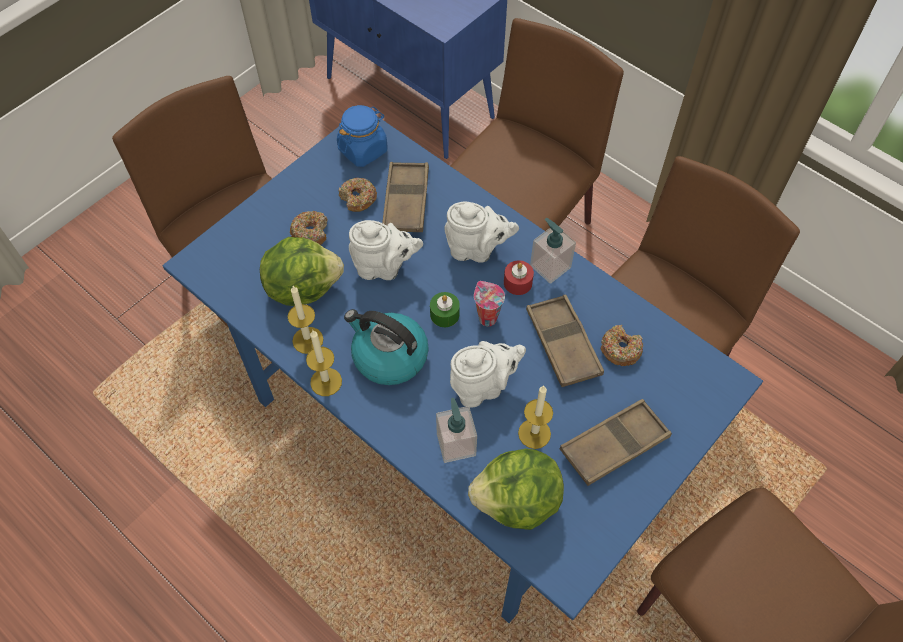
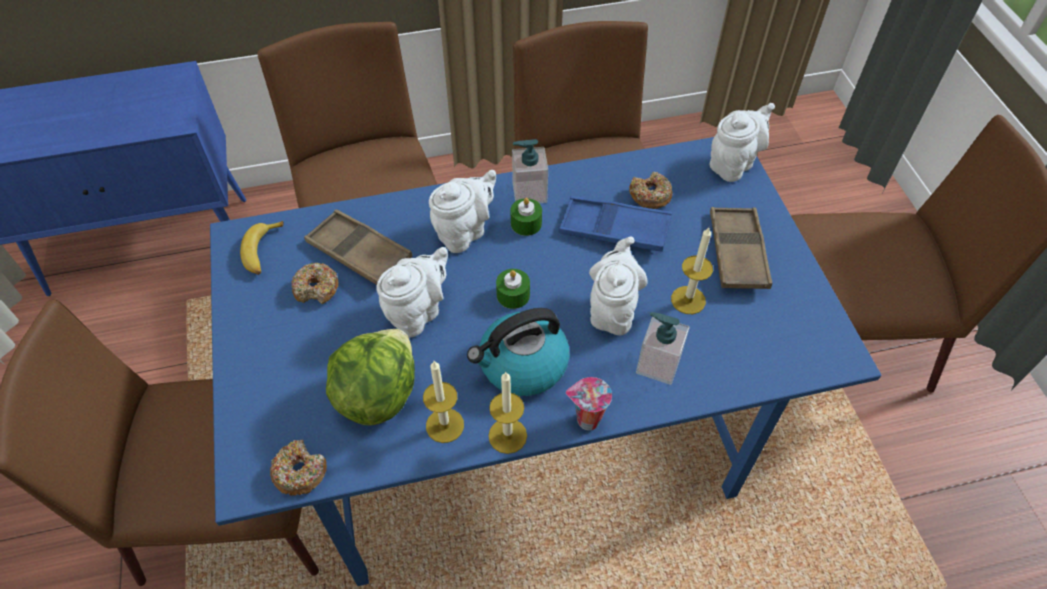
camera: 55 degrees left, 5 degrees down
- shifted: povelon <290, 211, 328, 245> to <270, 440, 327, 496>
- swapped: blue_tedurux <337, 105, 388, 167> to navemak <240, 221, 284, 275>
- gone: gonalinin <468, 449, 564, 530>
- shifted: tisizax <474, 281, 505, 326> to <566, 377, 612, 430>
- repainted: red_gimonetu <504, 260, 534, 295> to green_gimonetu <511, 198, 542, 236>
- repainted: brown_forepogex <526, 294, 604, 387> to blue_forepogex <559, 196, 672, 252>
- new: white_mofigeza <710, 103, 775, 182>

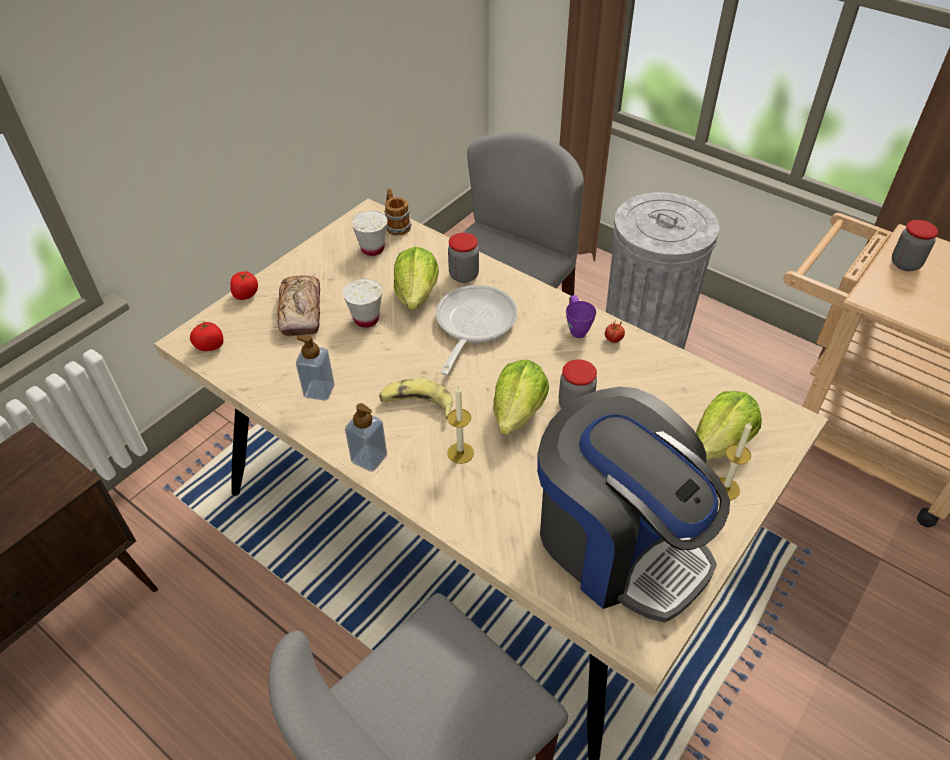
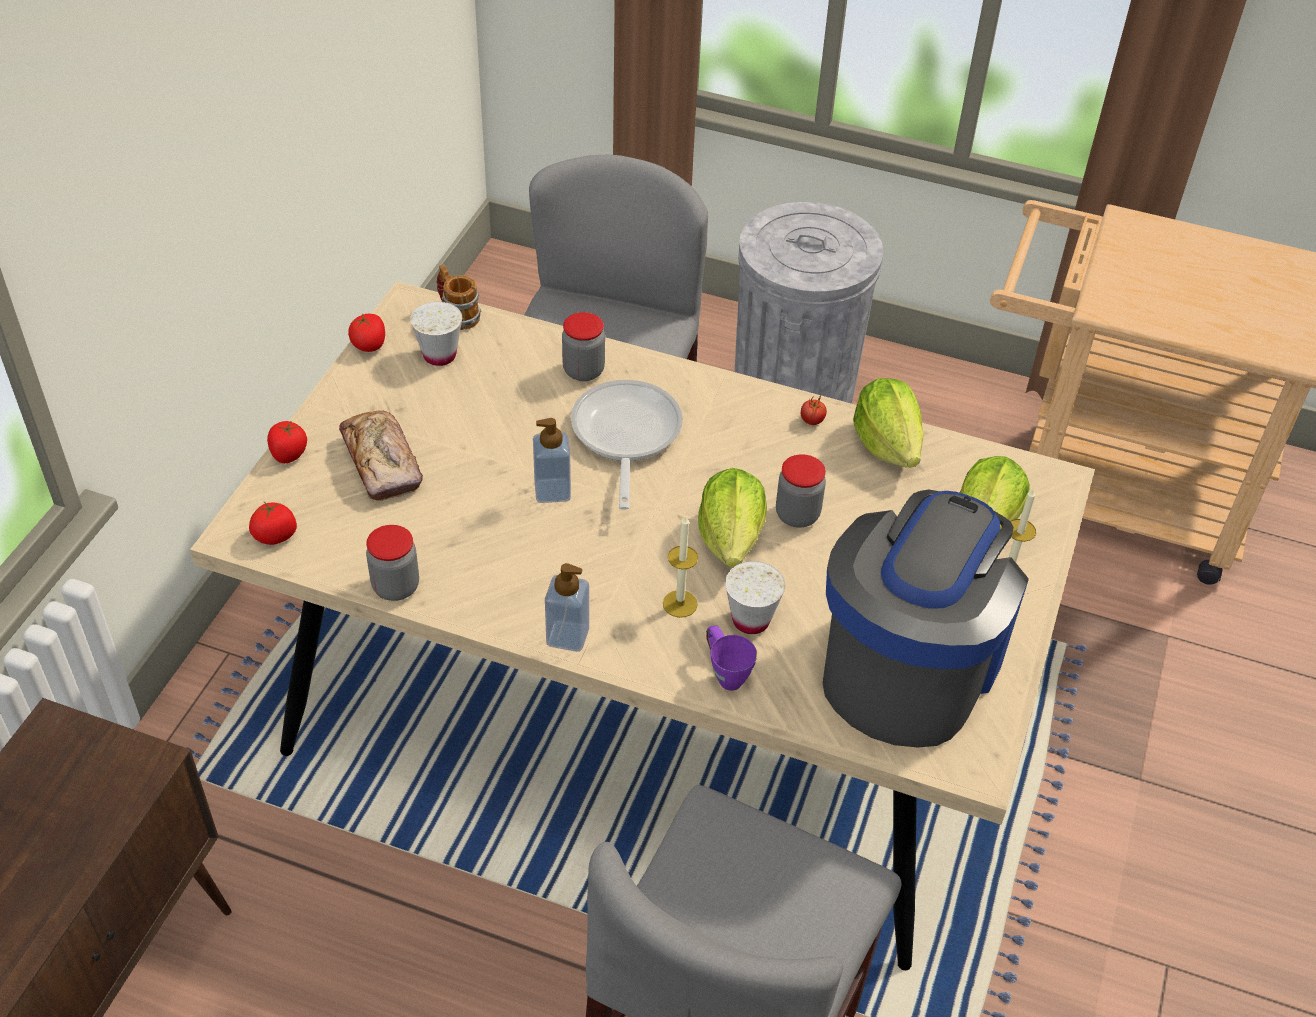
camera: 20 degrees left, 0 degrees up
- shifted: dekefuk <296, 335, 335, 401> to <533, 418, 571, 503>
- shifted: white_tisizax <343, 279, 382, 328> to <725, 561, 785, 634>
- gone: navemak <379, 378, 453, 419>
- shifted: gonalinin <394, 247, 439, 309> to <853, 378, 924, 468>
- rotated: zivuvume <537, 386, 730, 622> = <823, 490, 1029, 747> 90 degrees counterclockwise
- shifted: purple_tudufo <566, 295, 596, 338> to <706, 626, 757, 691>
- shifted: tedurux <892, 220, 938, 271> to <366, 525, 419, 601>
- new: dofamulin <348, 314, 385, 352>

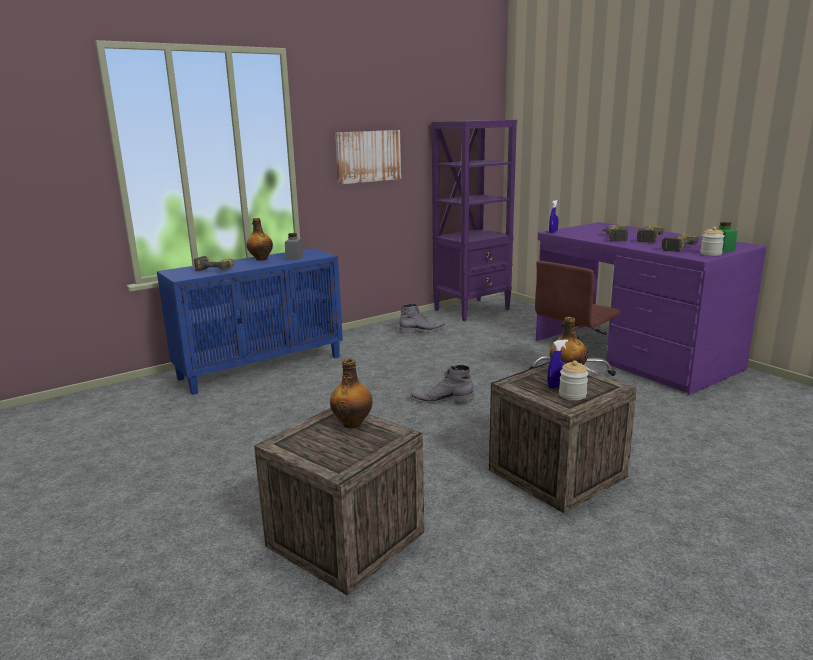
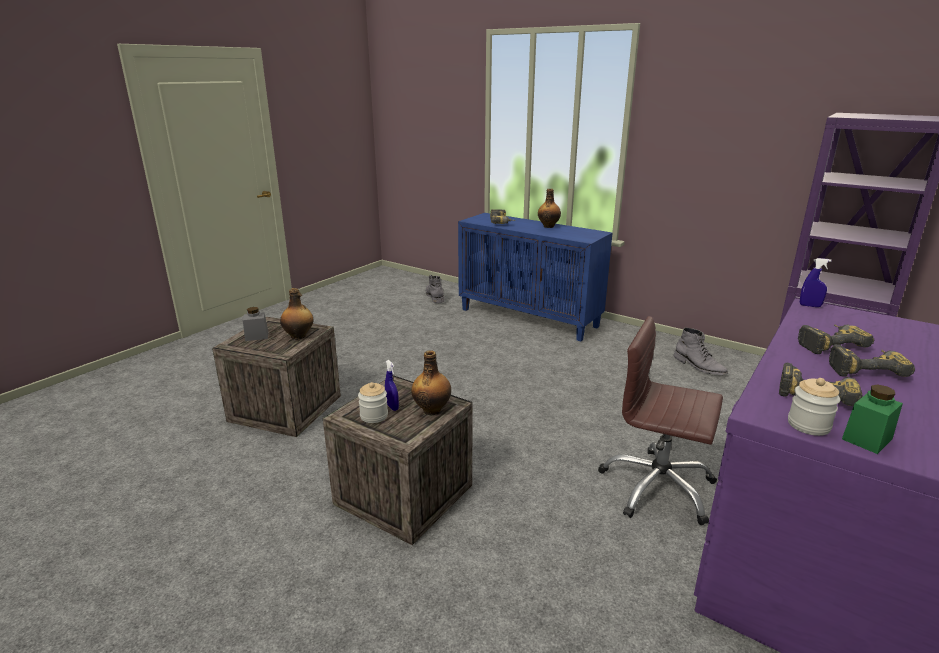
camera: 70 degrees right, 5 degrees up
- shifted: grey_tedurux <285, 233, 303, 260> to <243, 307, 269, 341>
- gone: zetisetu <335, 130, 401, 184>
- shifted: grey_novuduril <410, 365, 474, 404> to <426, 275, 445, 303>

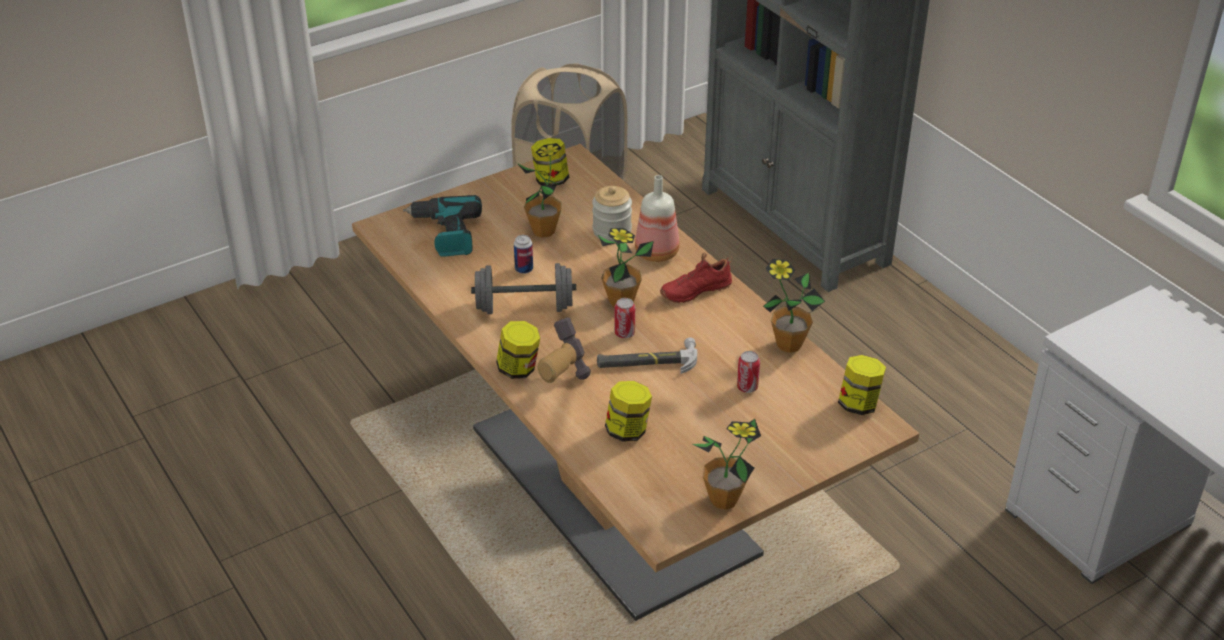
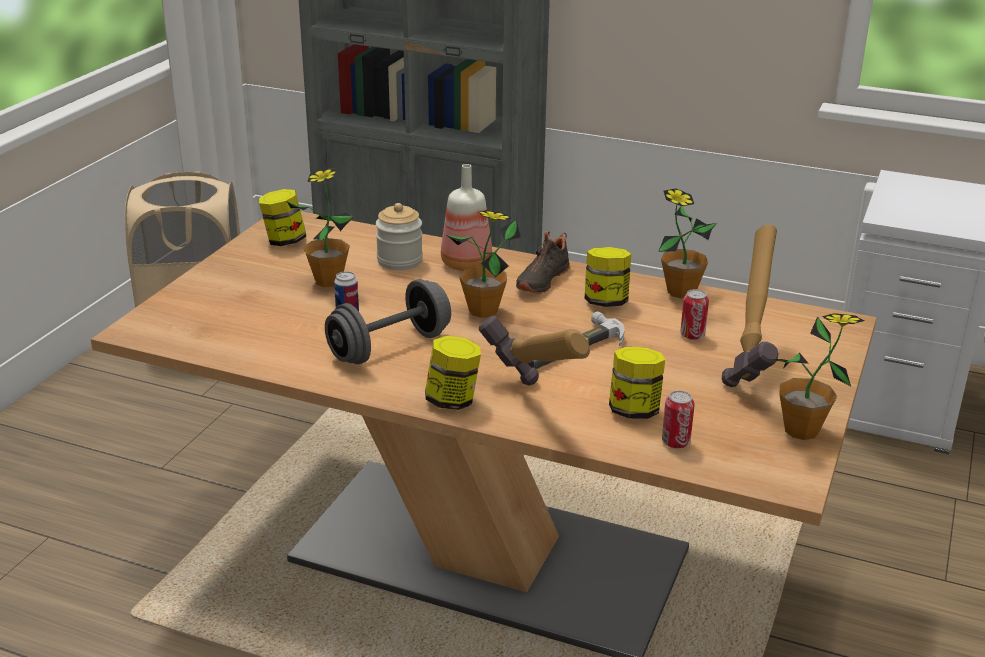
camera: 35 degrees left, 10 degrees down
- gone: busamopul <403, 195, 482, 257>
- shifted: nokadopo <615, 298, 635, 338> to <662, 390, 695, 449>
- repainted: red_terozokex <660, 252, 733, 303> to black_terozokex <516, 231, 570, 294>
- shifted: tedurux <838, 355, 886, 415> to <585, 247, 631, 307>
- new: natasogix <722, 224, 779, 387>

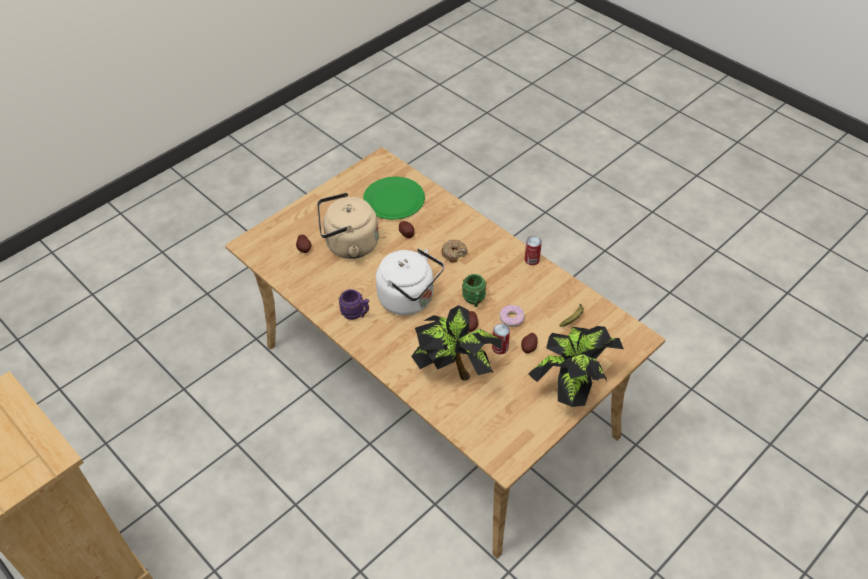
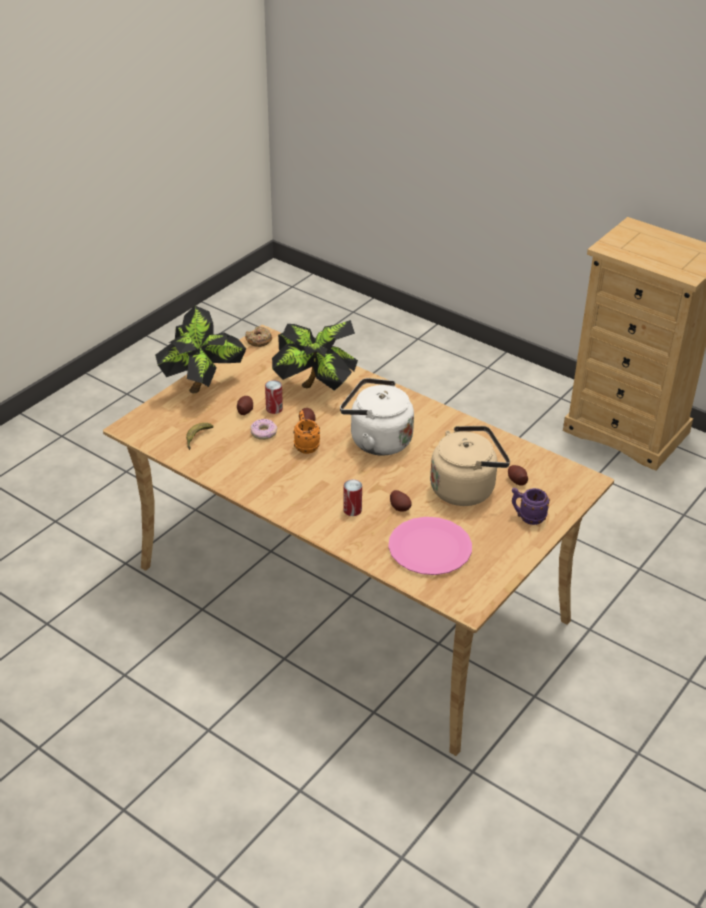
camera: 170 degrees right, 10 degrees down
- shifted: purple_tudufo <339, 289, 369, 320> to <512, 488, 550, 525>
- repainted: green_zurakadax <363, 177, 425, 220> to pink_zurakadax <388, 517, 472, 575>
- shifted: povelon <441, 240, 467, 263> to <245, 326, 272, 347>
- repainted: green_tudufo <462, 274, 486, 307> to orange_tudufo <293, 411, 320, 454>
- shifted: nokadopo <525, 236, 542, 265> to <343, 479, 362, 516>

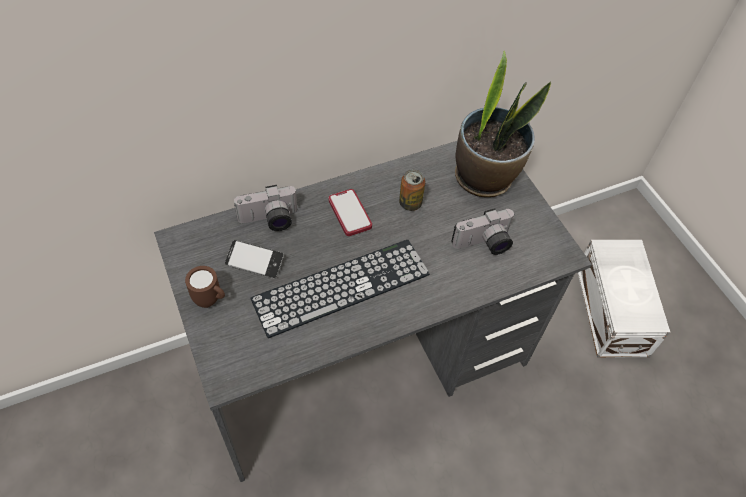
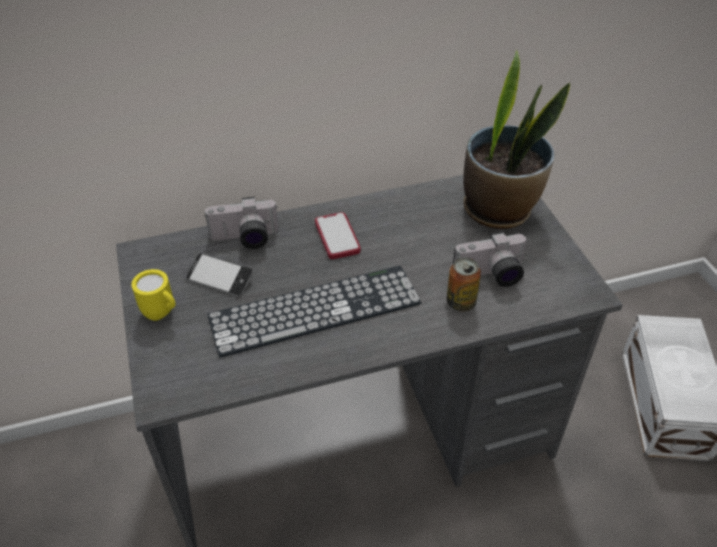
camera: 10 degrees right, 10 degrees down
- repainted: brown_tudufo <185, 266, 225, 308> to yellow_tudufo <131, 269, 176, 321>
- shifted: nokadopo <399, 170, 425, 211> to <447, 257, 481, 312>

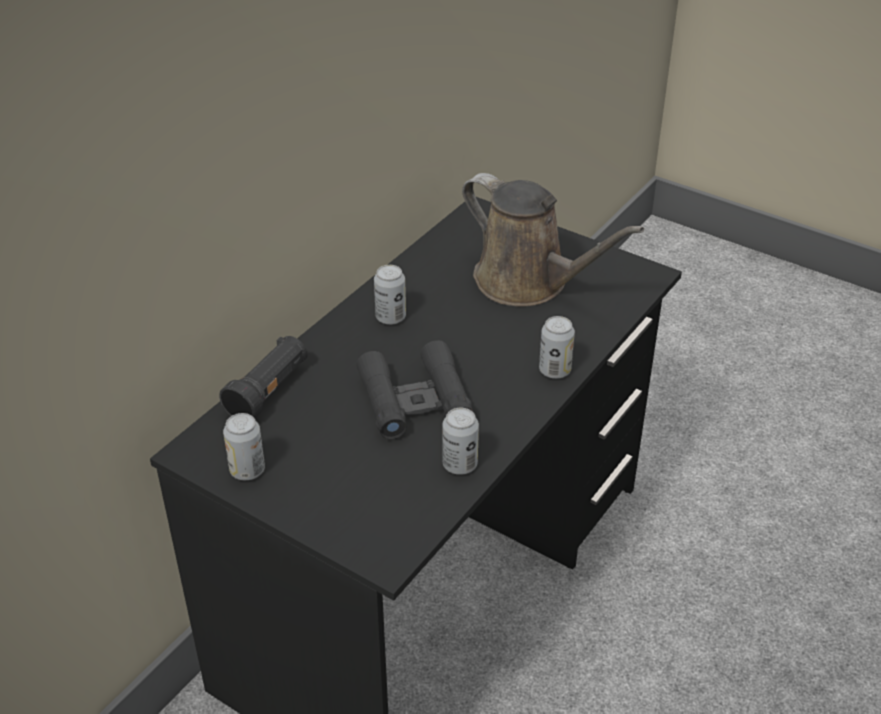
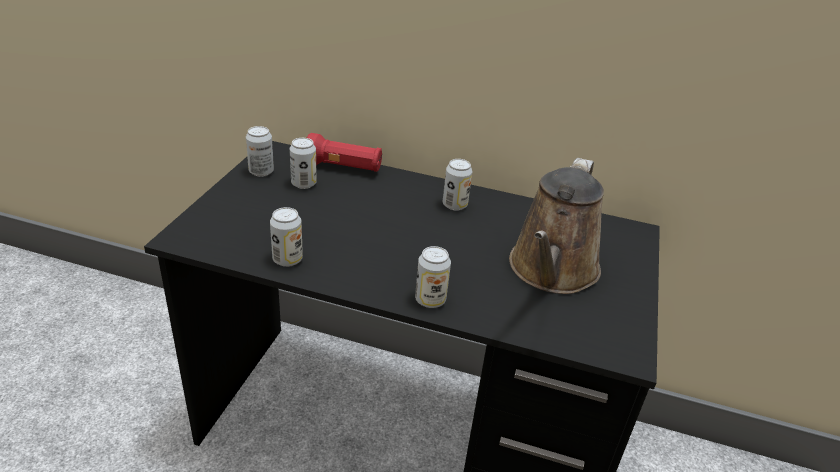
camera: 70 degrees right, 5 degrees down
- repainted: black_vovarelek <219, 336, 308, 418> to red_vovarelek <307, 133, 382, 172>
- gone: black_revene <357, 340, 474, 439>
- new: nokadopo <290, 138, 317, 189>

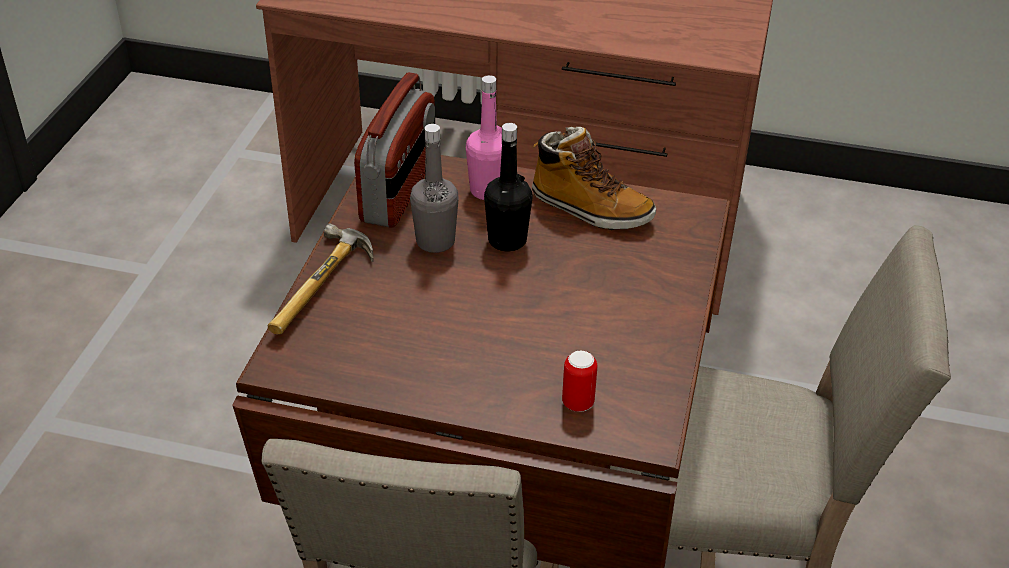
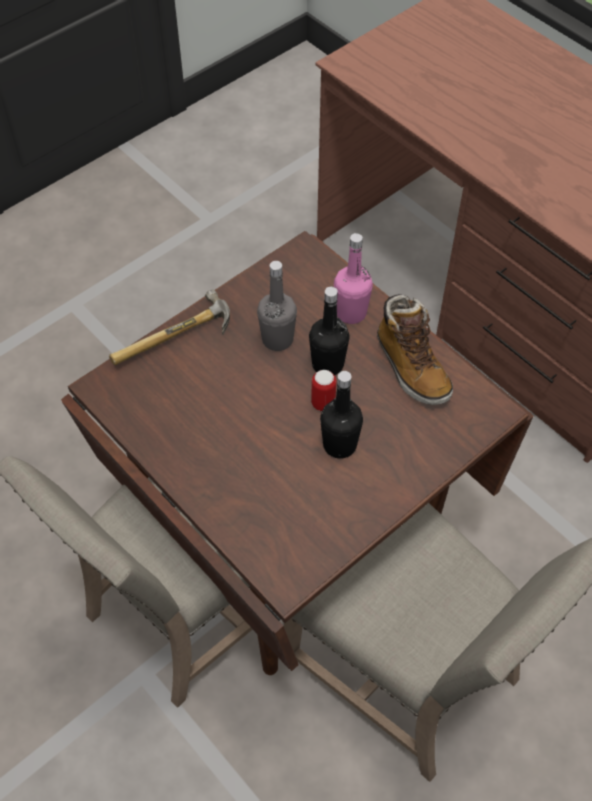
camera: 35 degrees right, 15 degrees up
- gone: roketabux <354, 72, 435, 228>
- shifted: nokadopo <562, 350, 597, 412> to <311, 370, 336, 411>
- new: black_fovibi <320, 371, 363, 459>

